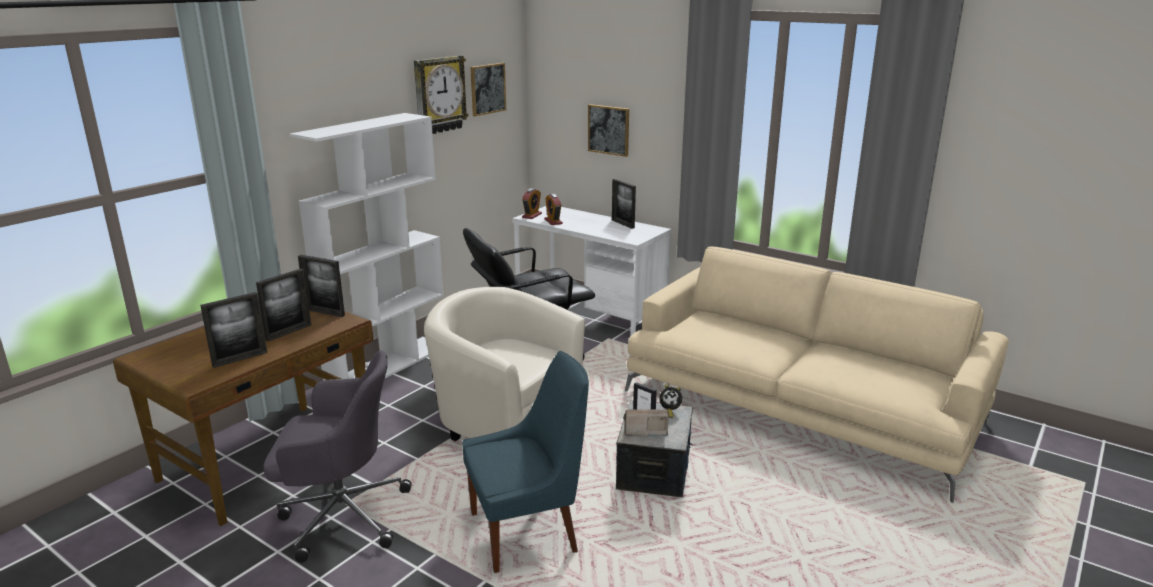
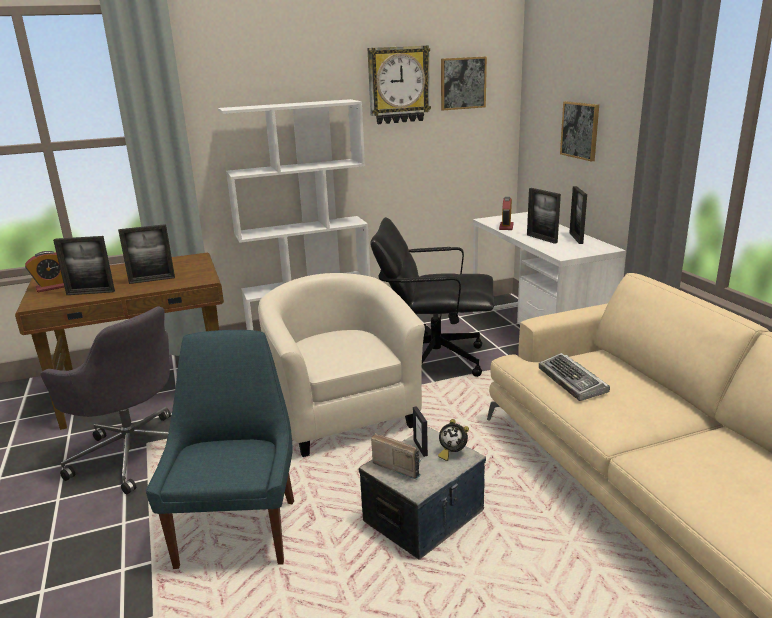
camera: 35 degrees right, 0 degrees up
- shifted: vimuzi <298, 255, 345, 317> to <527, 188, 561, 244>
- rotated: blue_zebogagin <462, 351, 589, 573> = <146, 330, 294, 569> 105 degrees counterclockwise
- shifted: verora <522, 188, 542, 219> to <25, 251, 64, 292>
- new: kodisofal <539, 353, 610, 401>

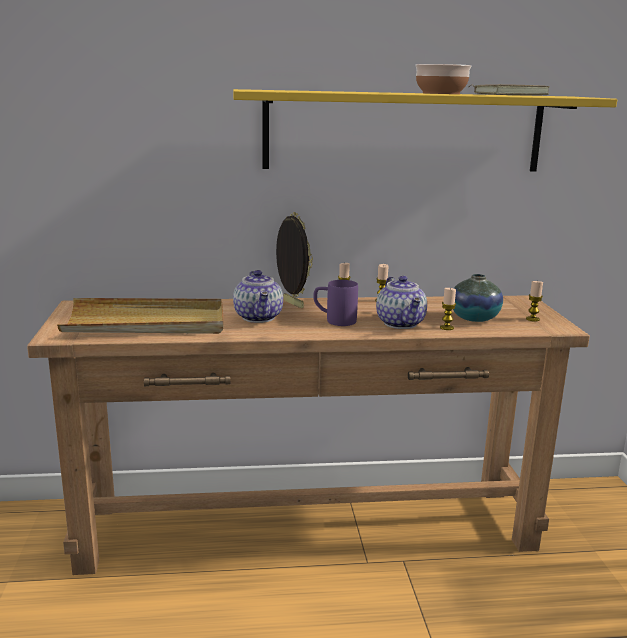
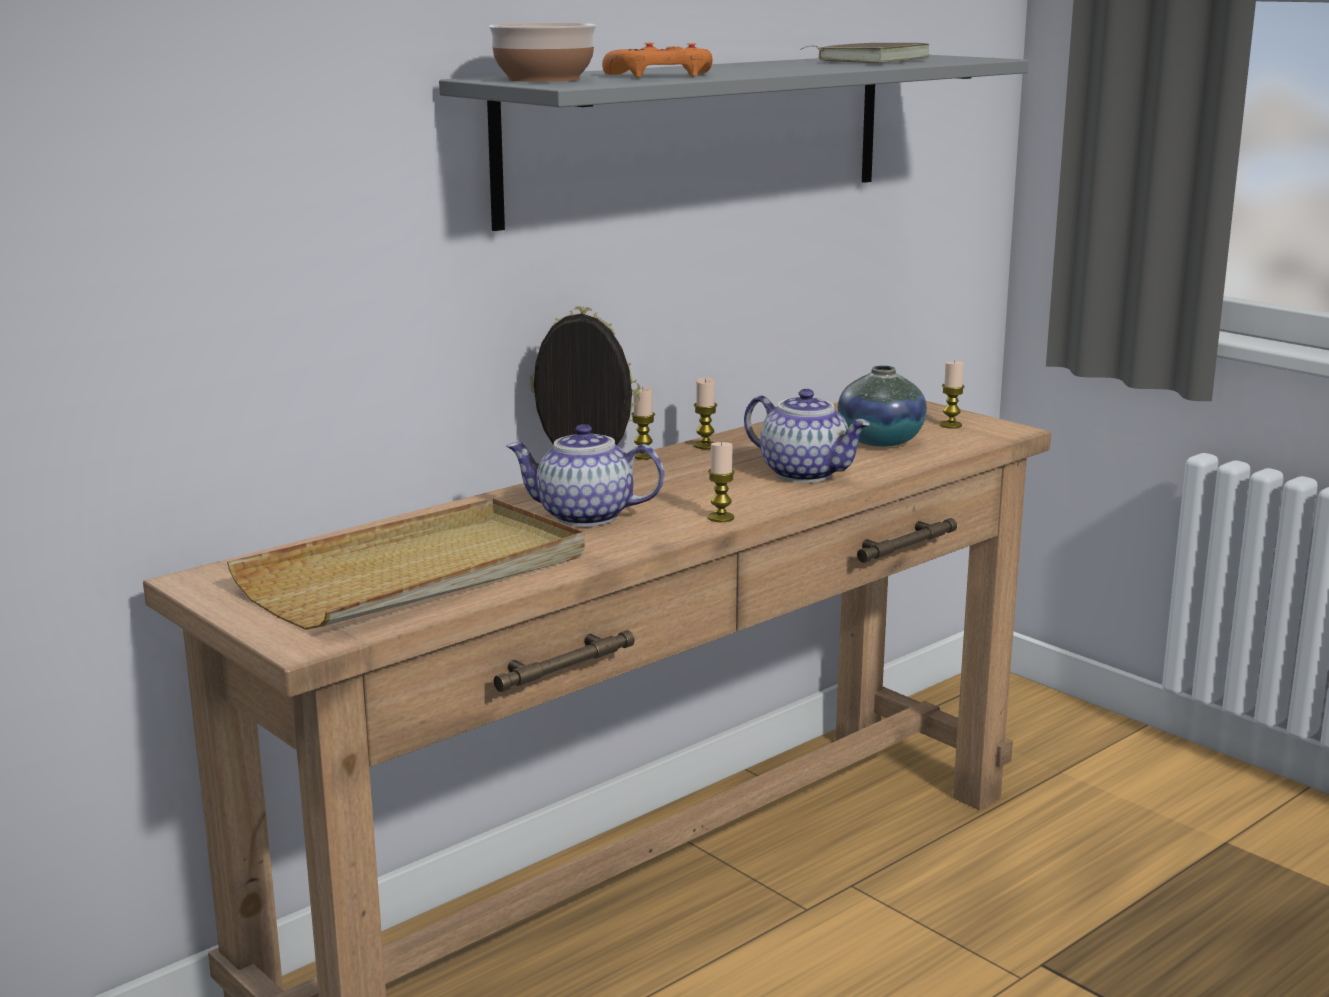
camera: 35 degrees left, 0 degrees up
- repainted: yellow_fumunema <233, 89, 617, 171> to grey_fumunema <439, 55, 1029, 231>
- rotated: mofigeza <233, 270, 283, 323> = <506, 424, 664, 527> 150 degrees clockwise
- gone: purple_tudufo <313, 280, 358, 326>
- shifted: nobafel <415, 64, 471, 94> to <489, 23, 596, 82>
- shifted: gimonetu <440, 287, 456, 330> to <708, 441, 735, 522>
- new: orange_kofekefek <602, 43, 713, 78>

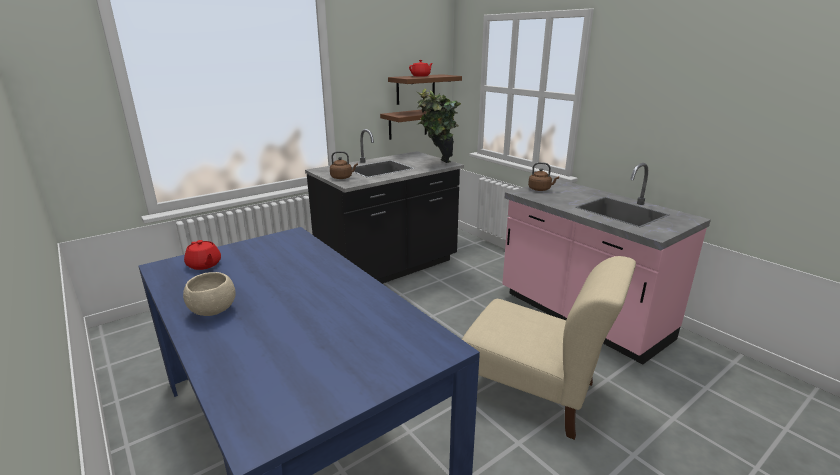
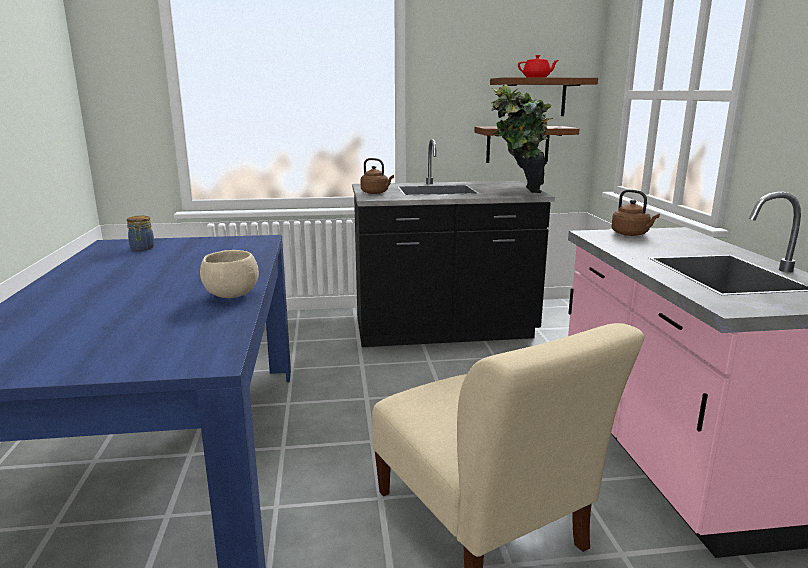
camera: 30 degrees right, 5 degrees down
- shifted: beige_nobafel <183, 272, 235, 316> to <200, 250, 259, 298>
- swapped: red_mofigeza <184, 240, 221, 270> to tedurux <127, 215, 154, 250>

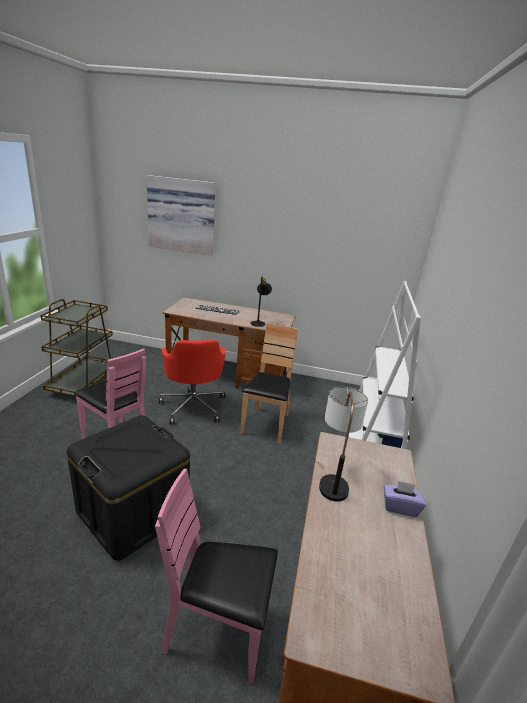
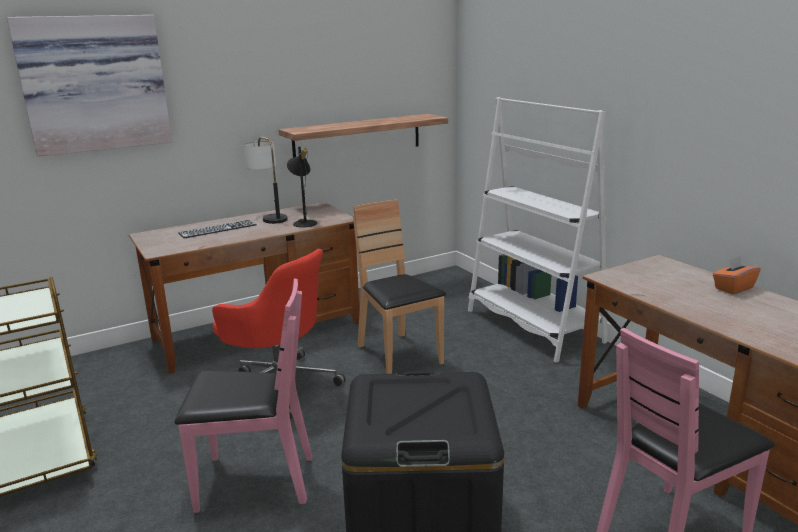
camera: 40 degrees left, 5 degrees down
- shifted: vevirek <319, 387, 368, 502> to <243, 137, 288, 224>
- repainted: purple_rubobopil <384, 480, 426, 517> to orange_rubobopil <713, 256, 761, 294>
- new: fumunema <278, 114, 448, 158>

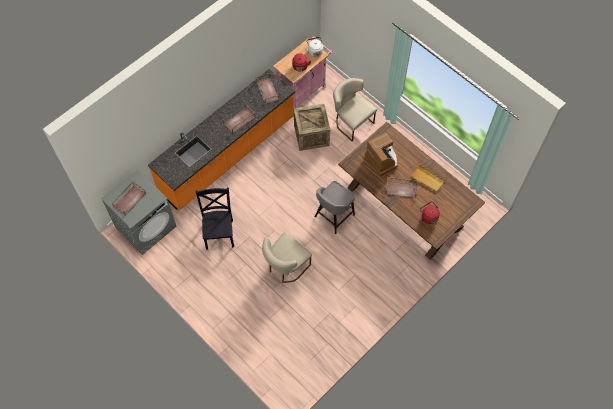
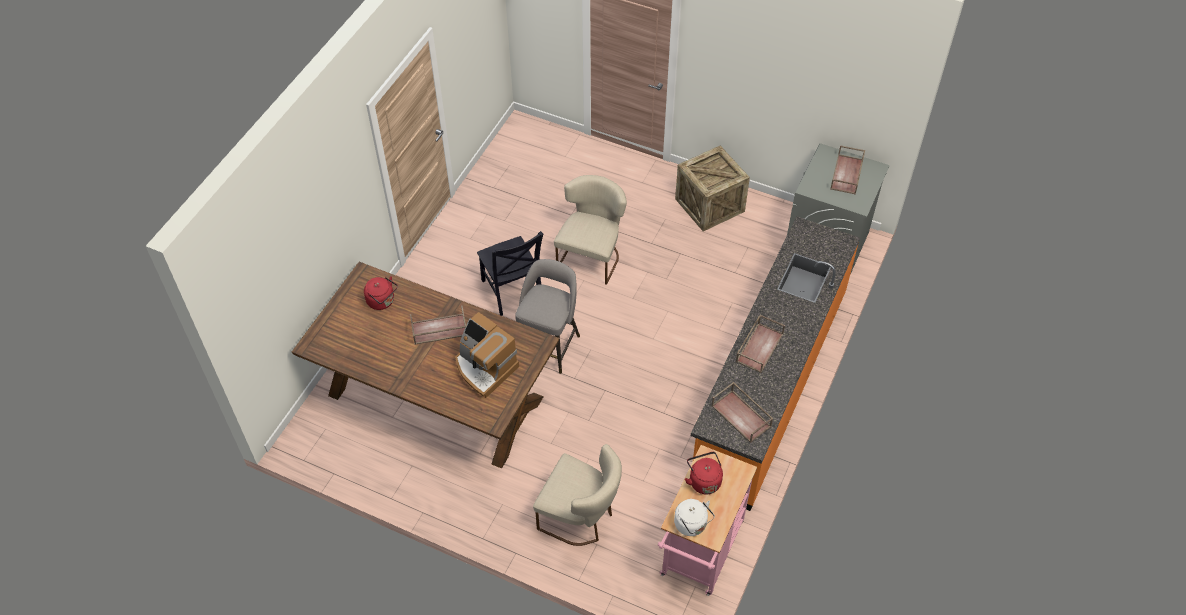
camera: 160 degrees right, 10 degrees down
- shifted: black_zebogagin <196, 188, 234, 250> to <477, 231, 543, 316>
- shifted: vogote <294, 104, 330, 151> to <675, 146, 750, 231>
- gone: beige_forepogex <411, 165, 445, 192>

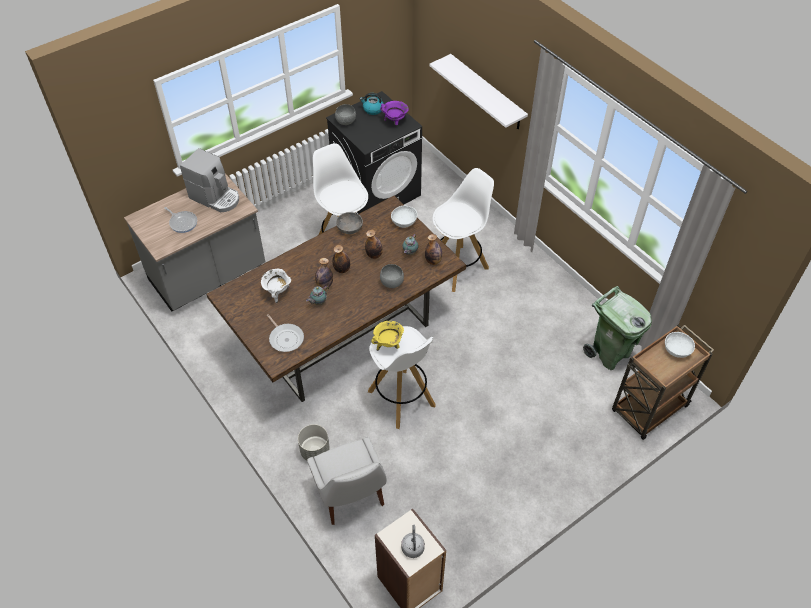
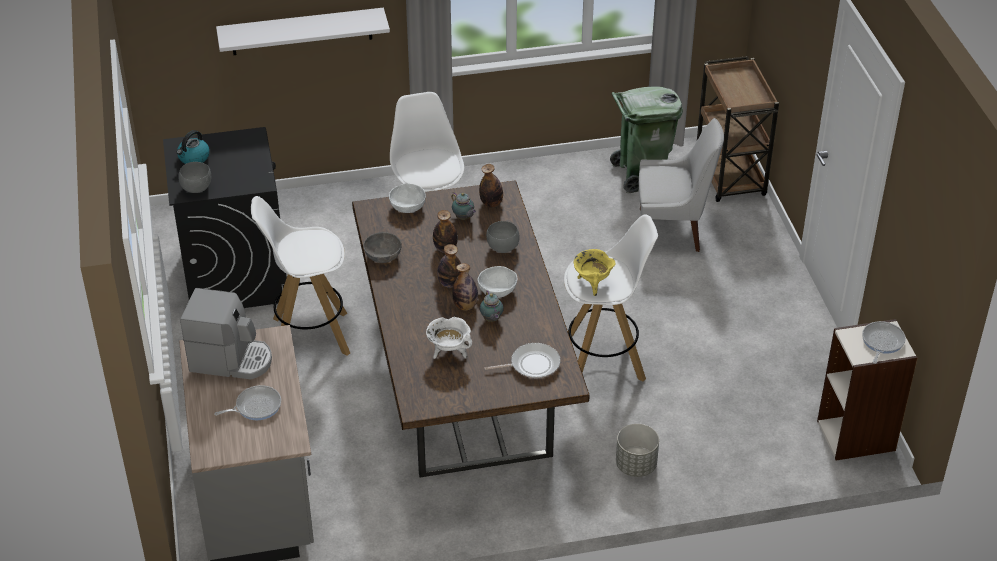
camera: 65 degrees left, 10 degrees down
- rotated: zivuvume <180, 148, 239, 212> = <180, 288, 272, 379> 45 degrees clockwise
- shifted: white_zebogagin <307, 437, 387, 525> to <639, 118, 724, 252>
- gone: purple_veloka <380, 101, 409, 125>
- swapped: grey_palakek <401, 525, 425, 558> to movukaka <862, 321, 906, 364>
- shifted: white_nobafel <665, 332, 695, 358> to <477, 266, 517, 298>

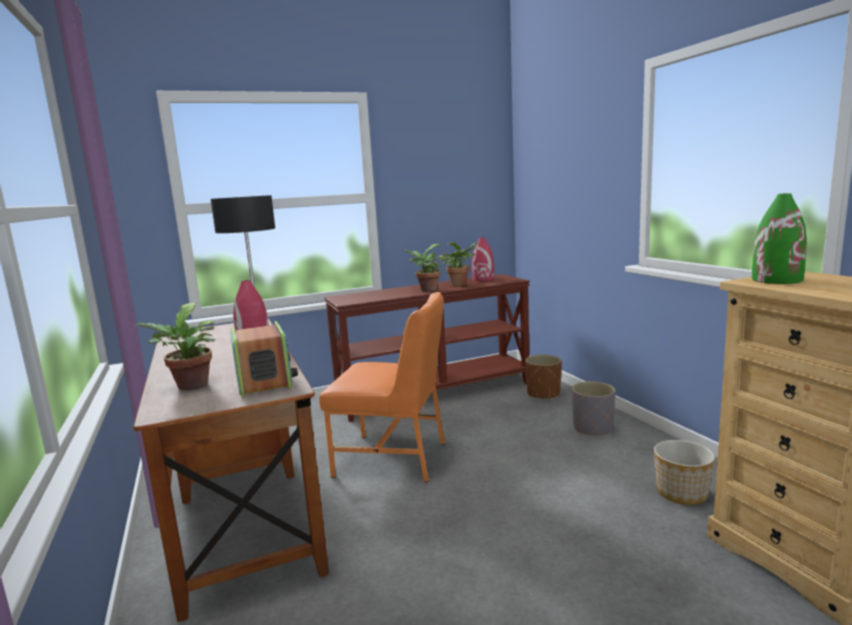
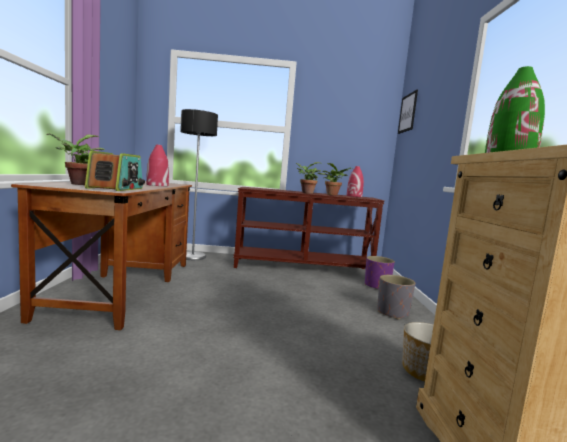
camera: 20 degrees right, 5 degrees down
- gone: orange_zebogagin <319, 292, 445, 482>
- repainted: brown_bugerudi <525, 355, 562, 400> to purple_bugerudi <365, 256, 395, 290>
- new: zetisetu <398, 90, 418, 134>

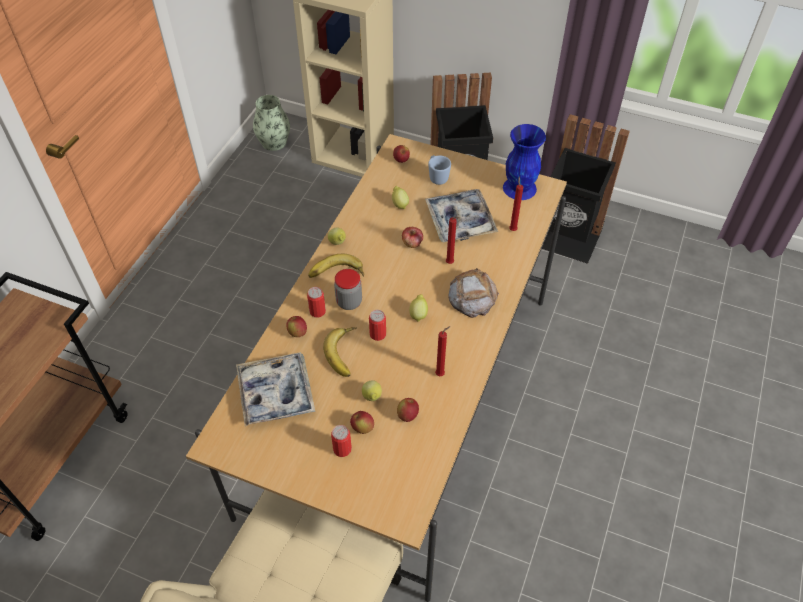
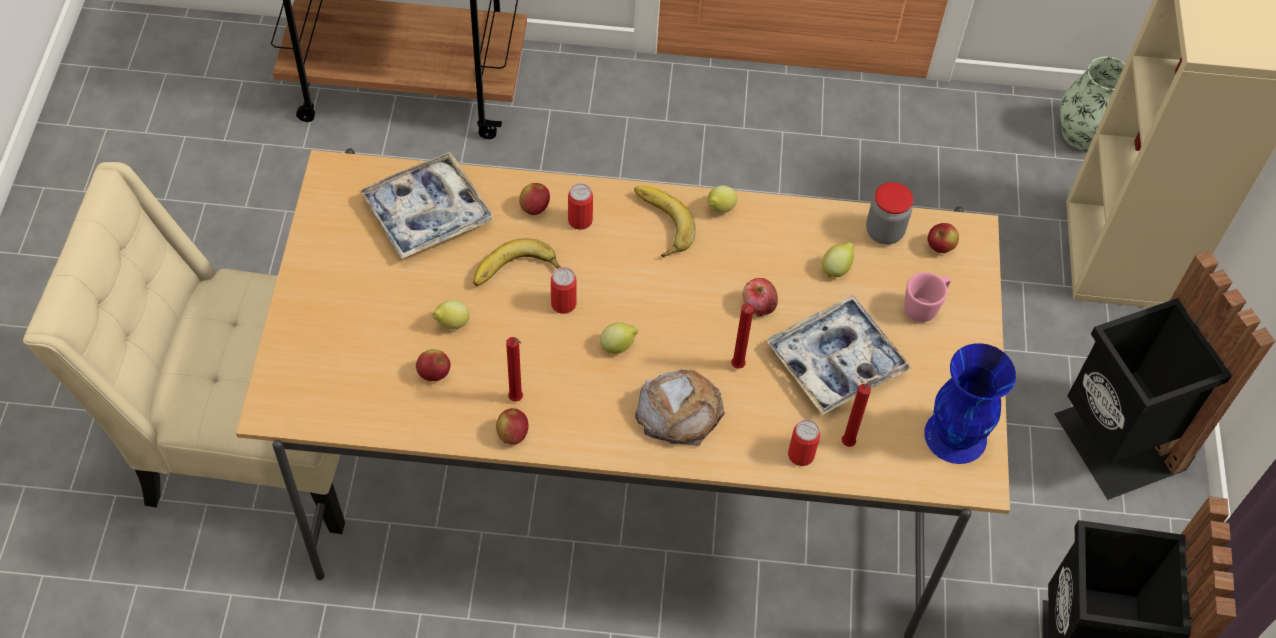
camera: 70 degrees right, 5 degrees up
- shifted: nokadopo <331, 425, 352, 457> to <788, 420, 820, 466>
- shifted: tedurux <334, 269, 362, 310> to <866, 182, 913, 244>
- shifted: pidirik <350, 411, 374, 434> to <496, 408, 529, 444>
- repainted: blue_tudufo <428, 155, 451, 185> to pink_tudufo <904, 272, 951, 322>

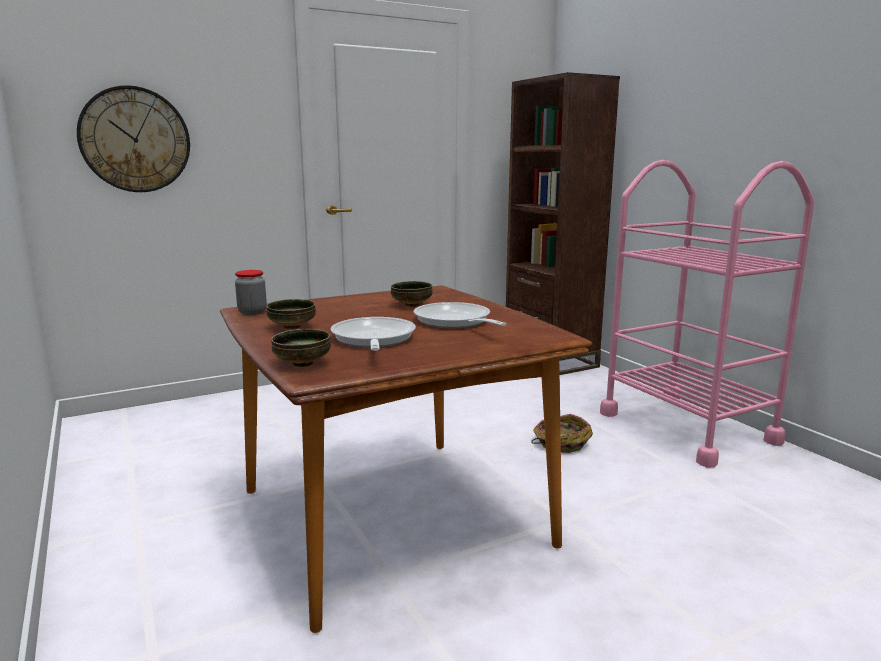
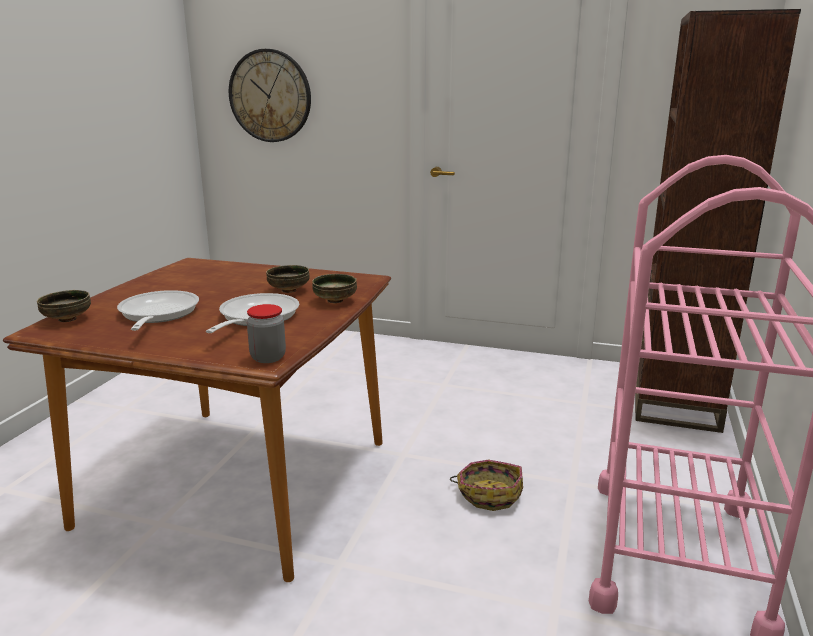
camera: 45 degrees right, 5 degrees up
- shifted: tedurux <235, 270, 267, 315> to <247, 304, 286, 363>
- shifted: nobafel <266, 299, 316, 329> to <312, 274, 357, 303>
- rotated: movukaka <331, 317, 416, 351> = <117, 290, 199, 331> 45 degrees counterclockwise

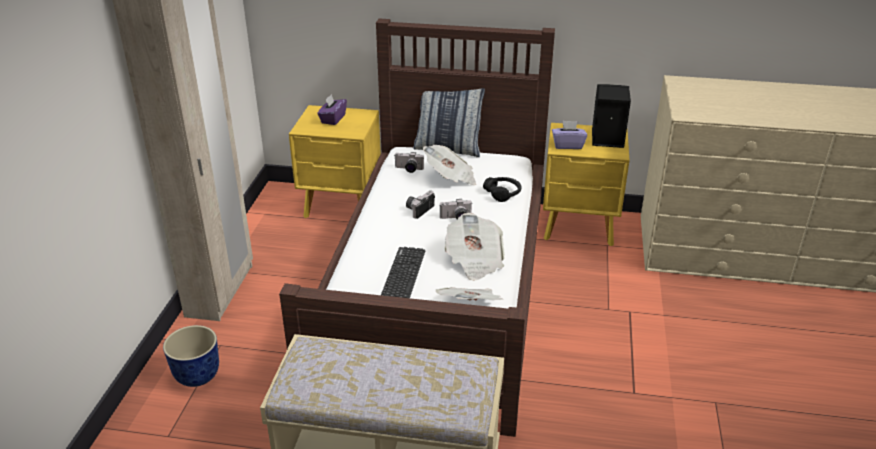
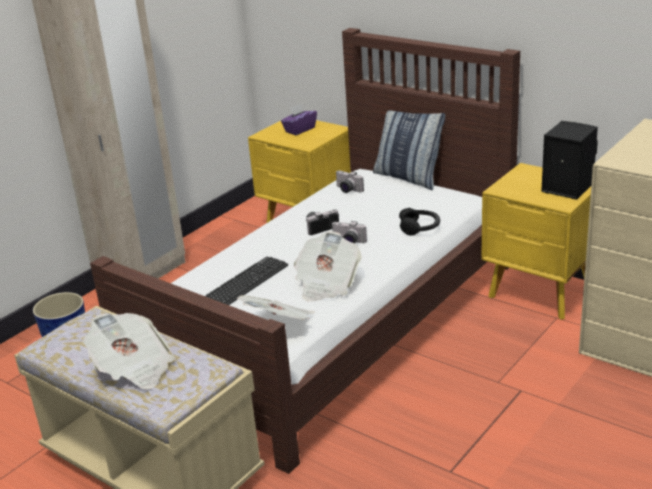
camera: 30 degrees right, 5 degrees down
- shifted: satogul <423, 145, 477, 185> to <83, 313, 174, 390>
- gone: purple_rubobopil <552, 121, 587, 149>

